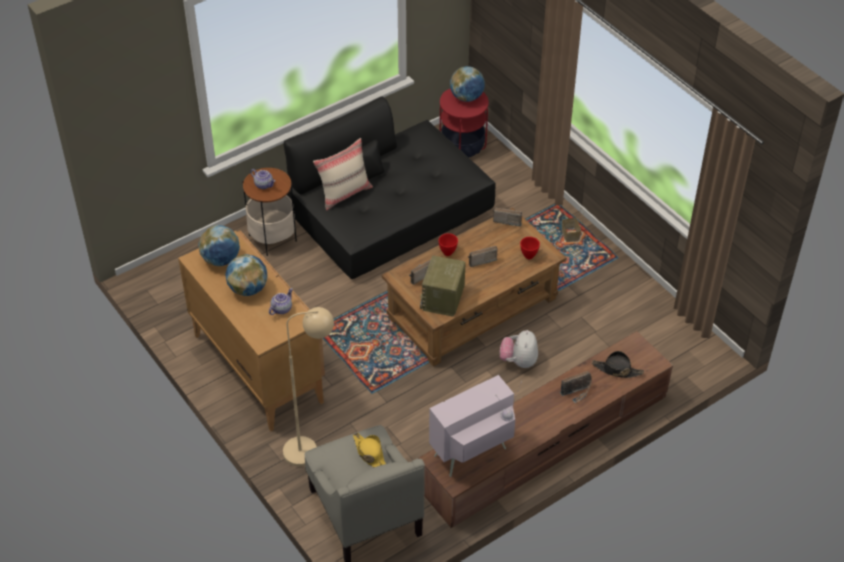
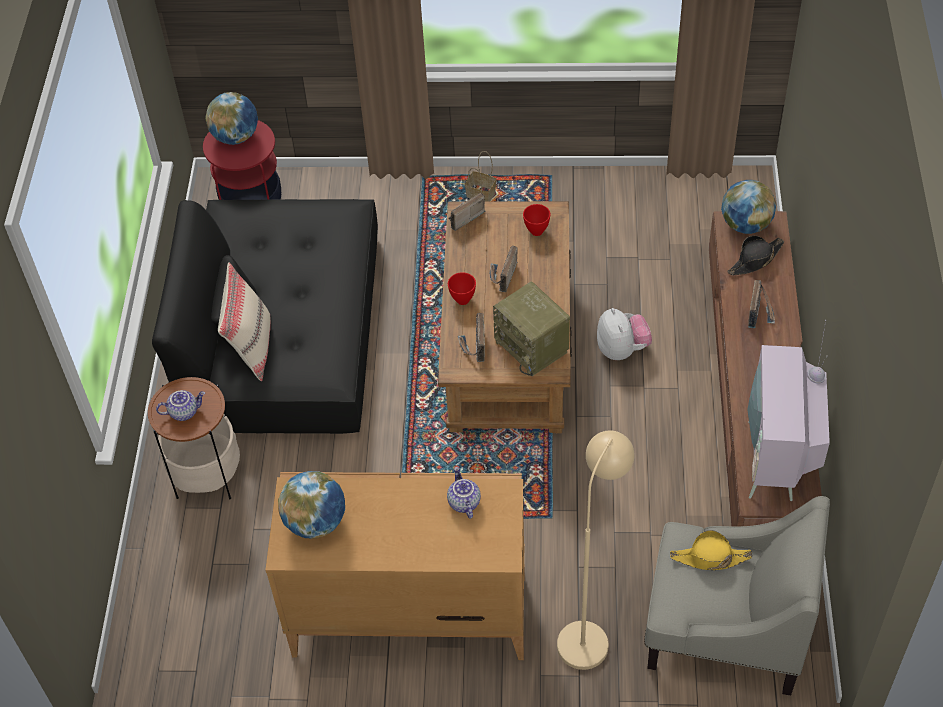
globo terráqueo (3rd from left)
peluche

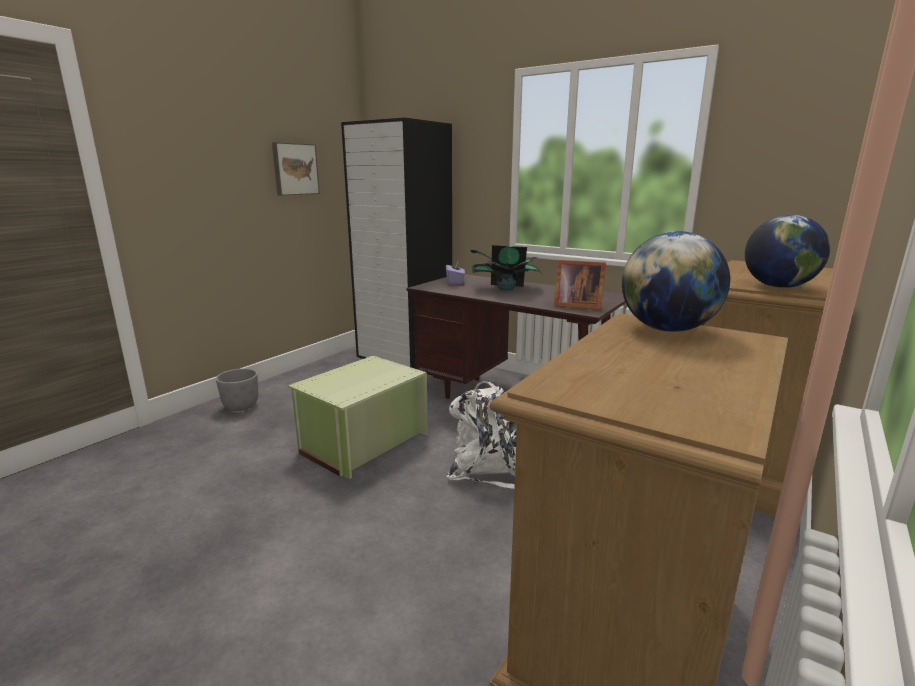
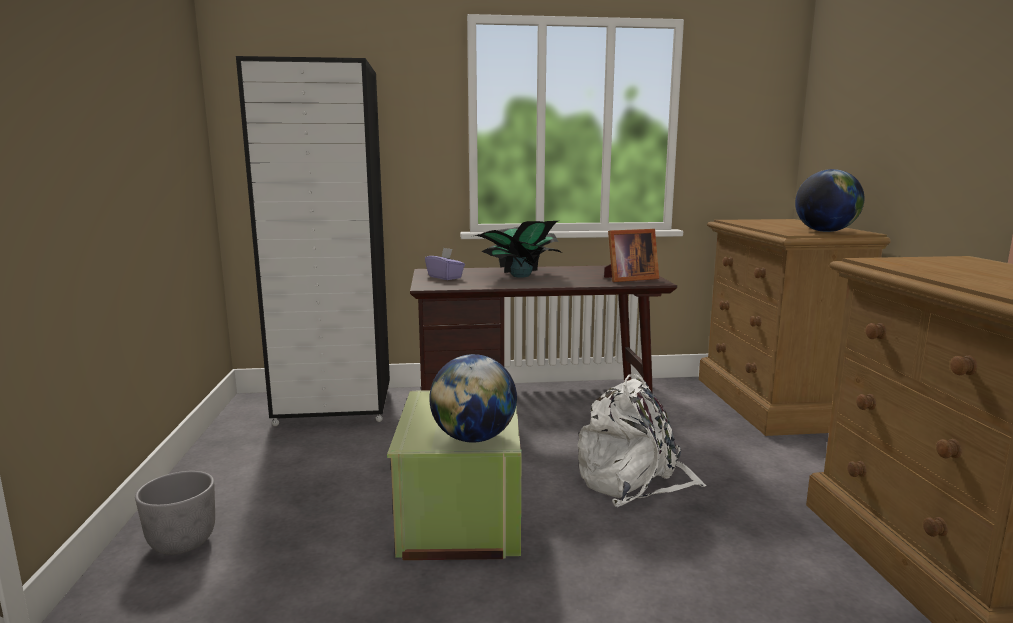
cuadro
globo terráqueo (1st from left)

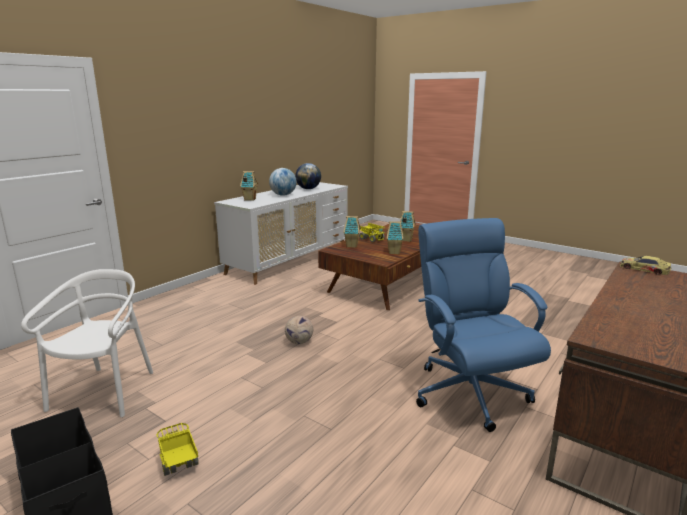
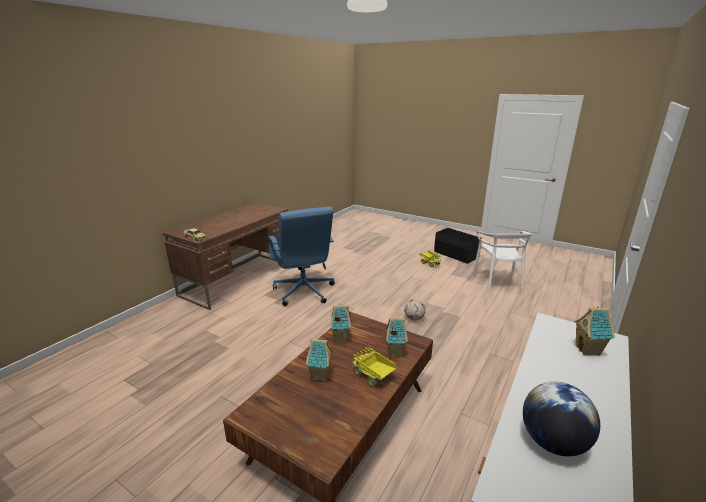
globo terráqueo (1st from left in the first image)

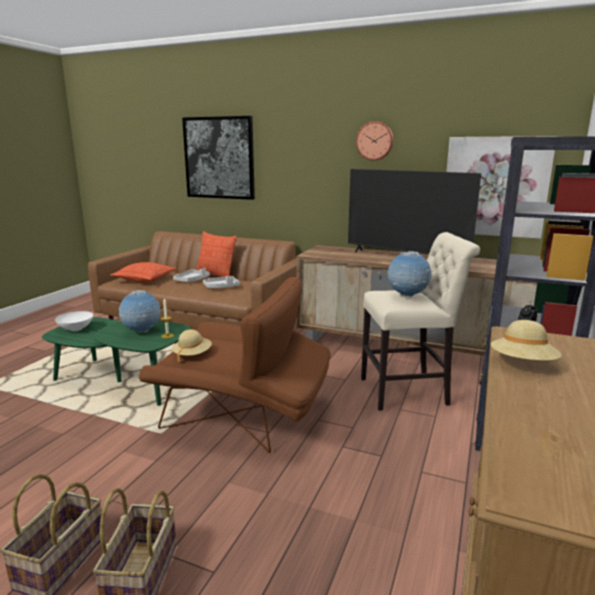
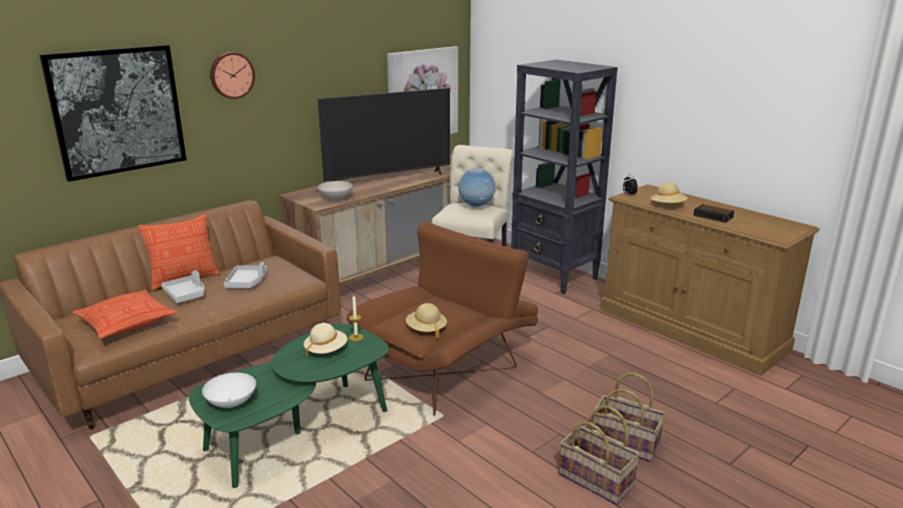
reloj de pared
sombrero/beis (1st from left)
cuenco/blanco (2nd from left)
despertador (2nd from left)

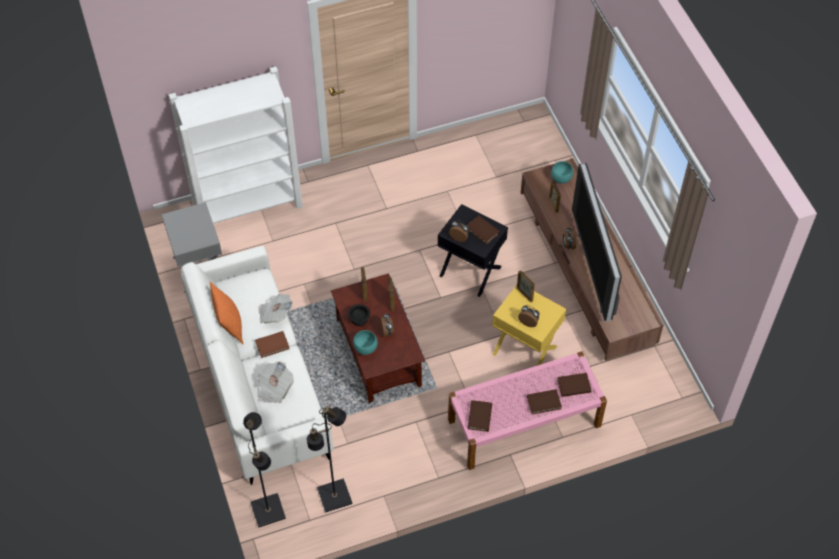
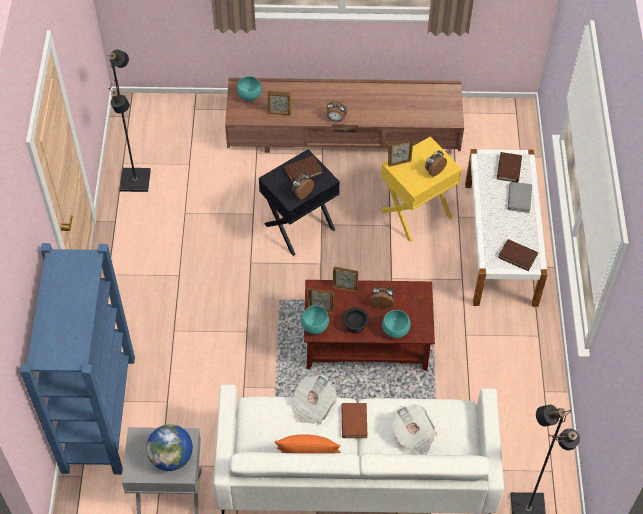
estantería/azul
televisor
banco/blanco
libro/gris
lámpara de pie/negro (1st from left)
cuenco/turquesa (2nd from left)
globo terráqueo

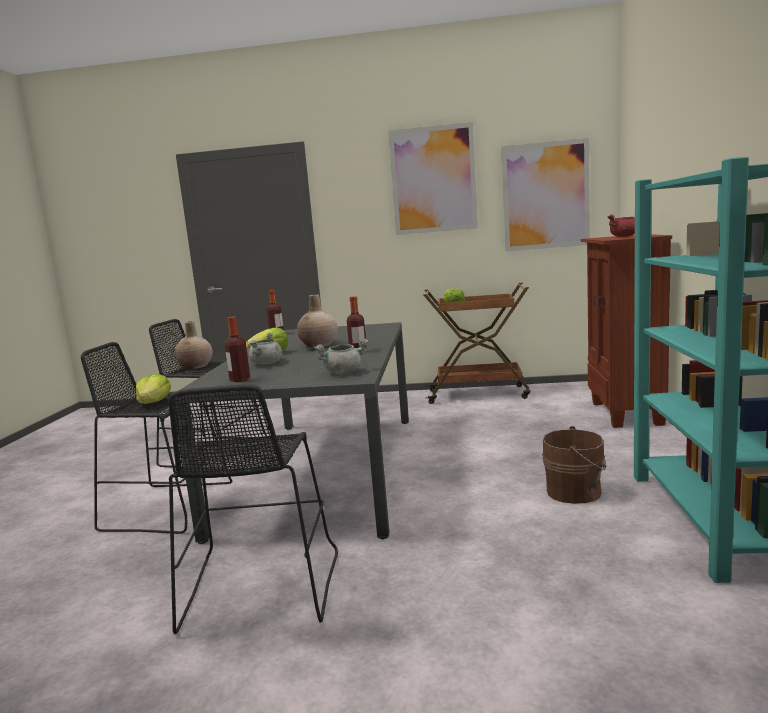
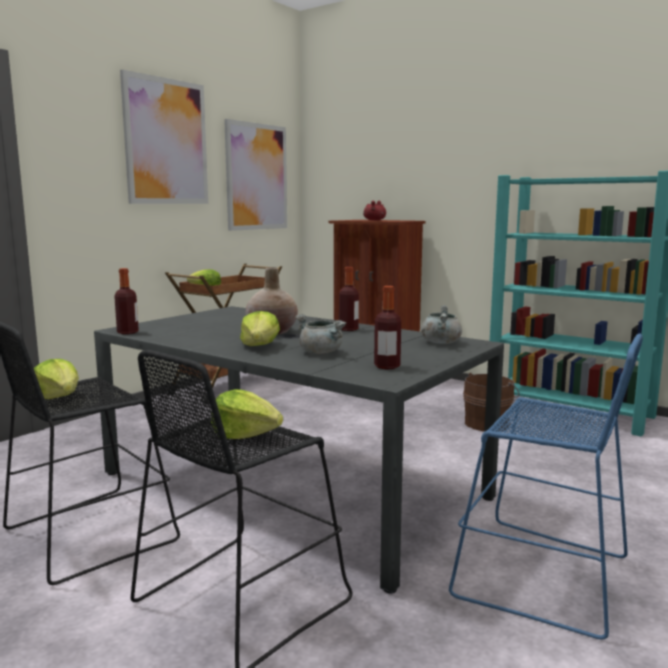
lechuga (1st from left)
taburete/azul

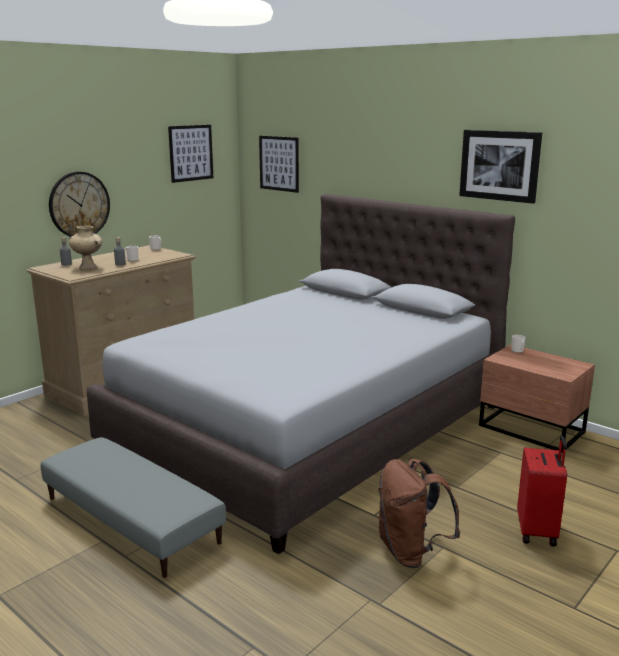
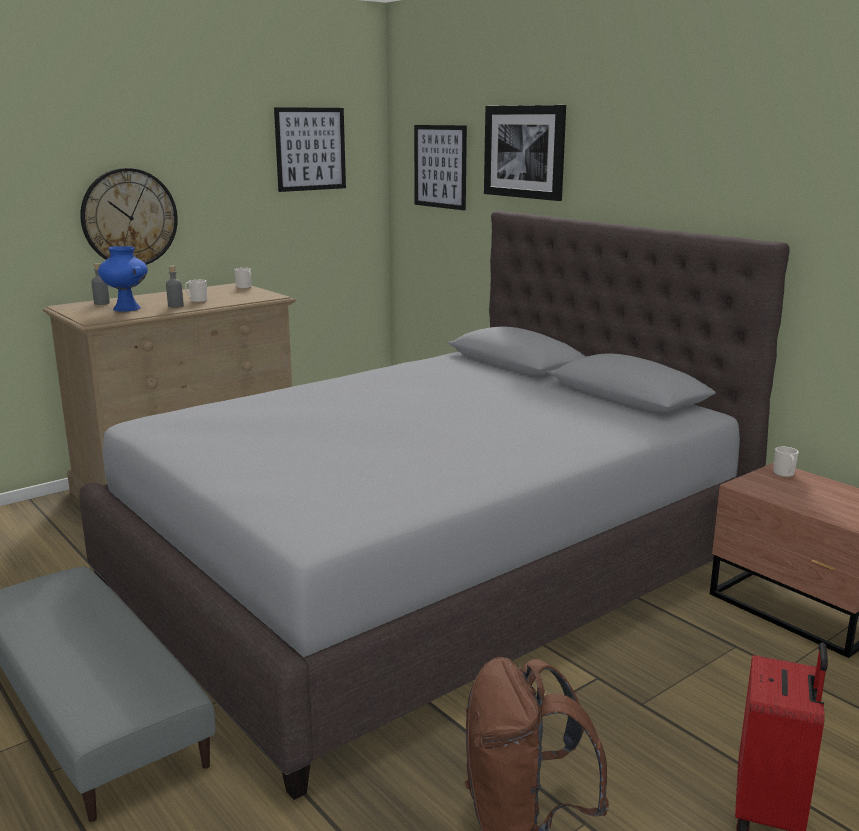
cuadro (3rd from left)
florero/azul

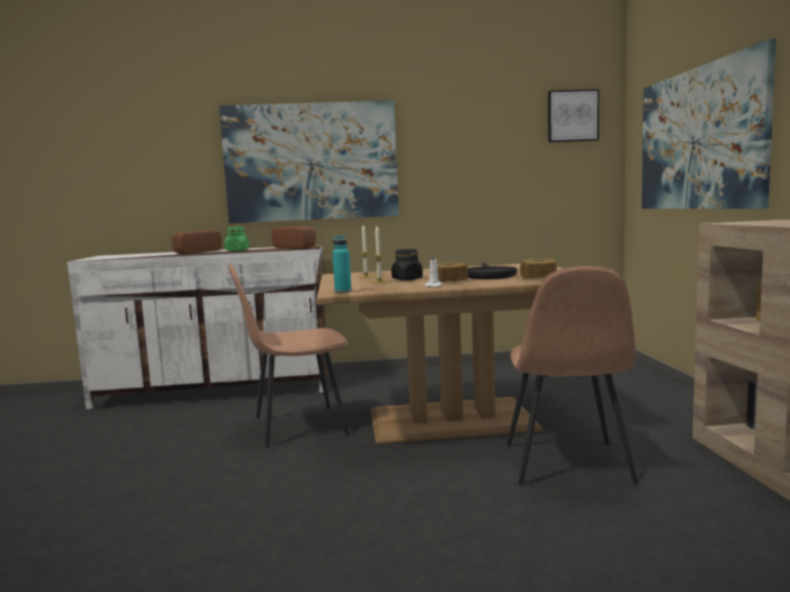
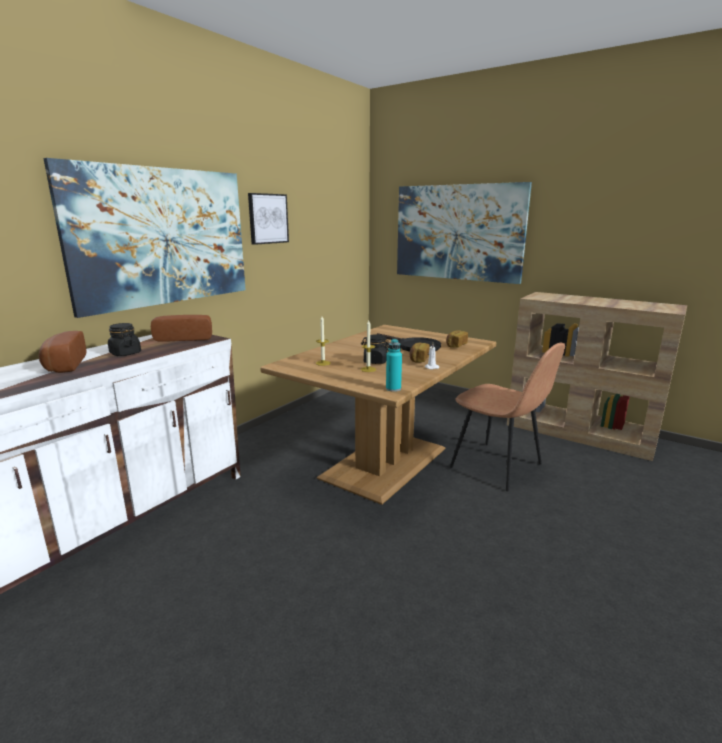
cuadro (2nd from left)
tarro/negro (1st from left)
silla/marrón (1st from left in the first image)

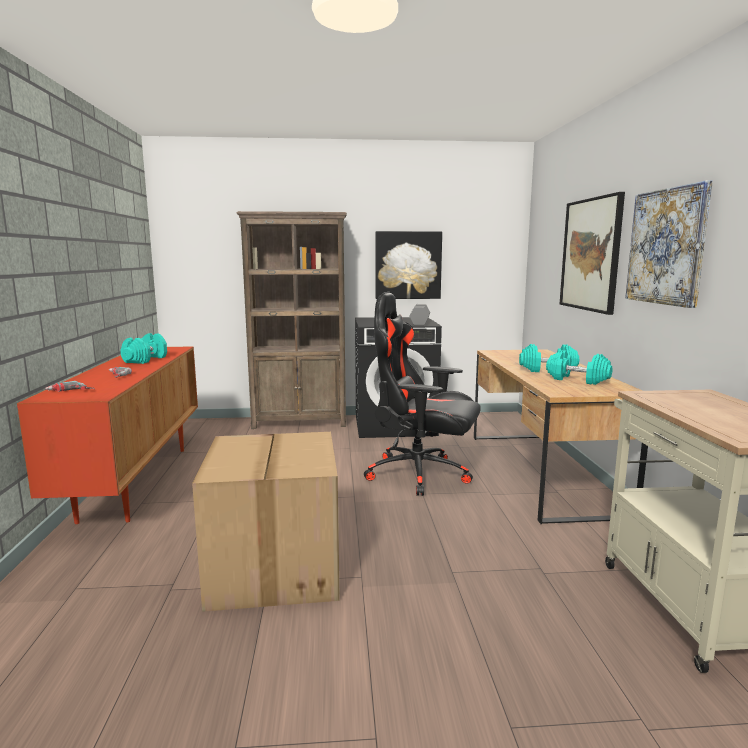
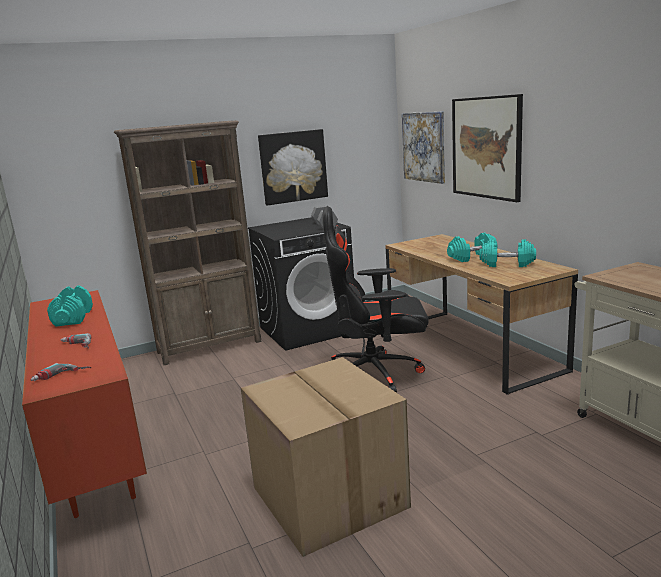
cuadro (2nd from left)

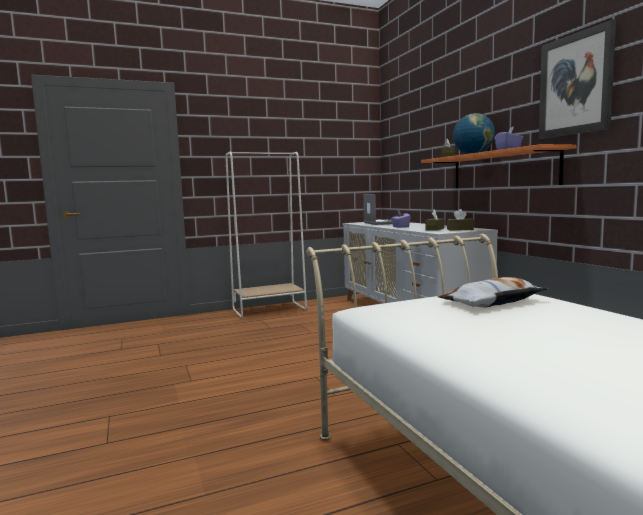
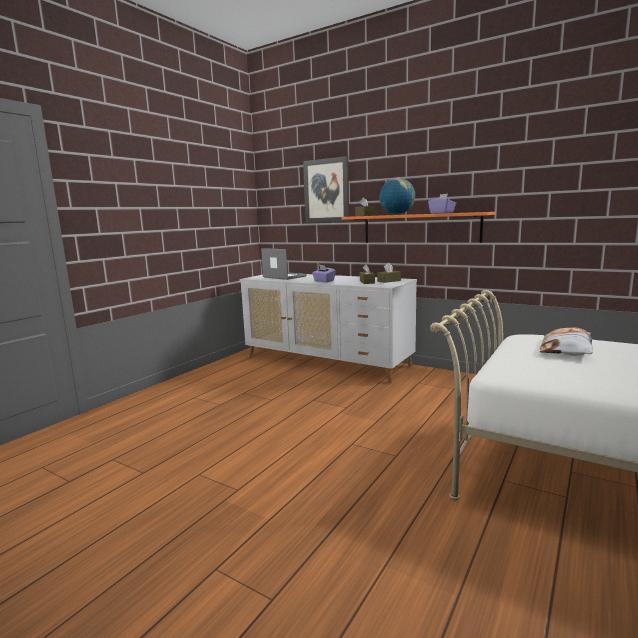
cuadro
perchero

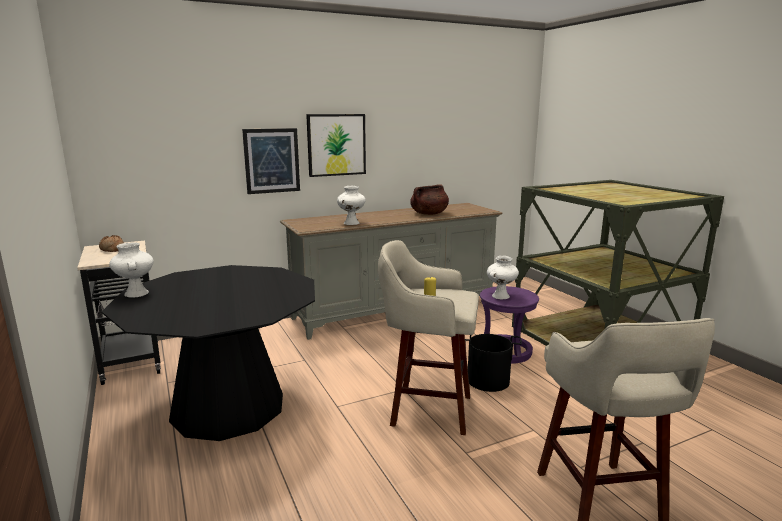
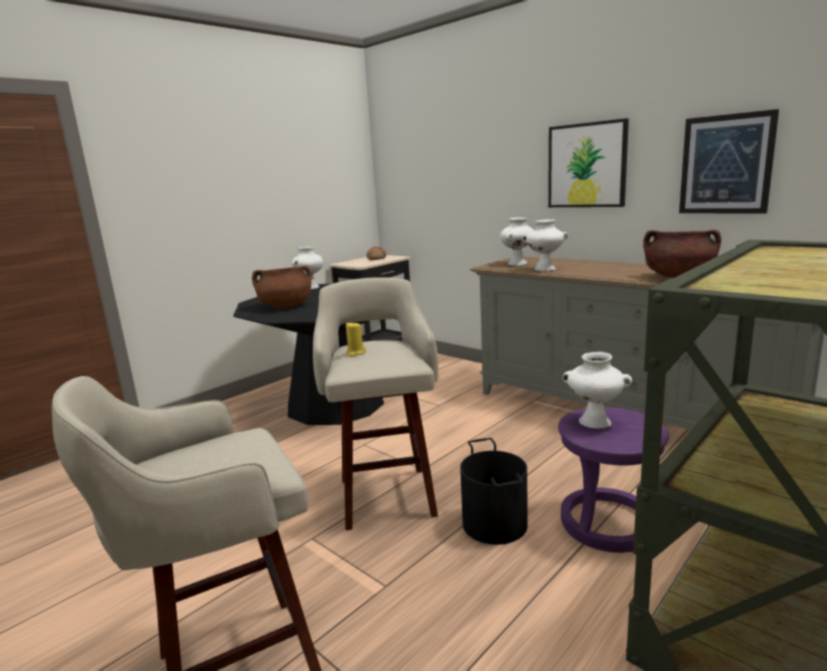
cuadro (2nd from left)
florero/blanco (2nd from left)
olla/marrón (1st from left)

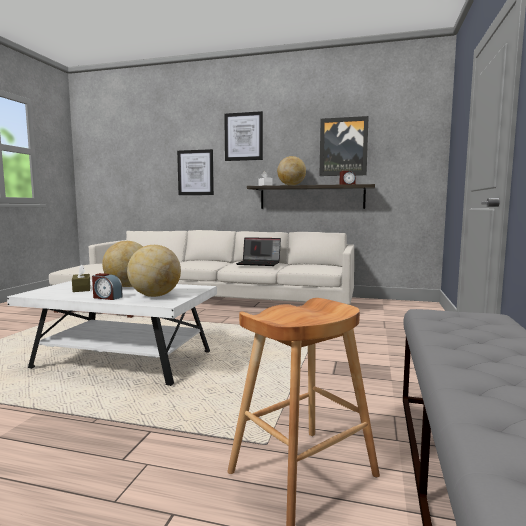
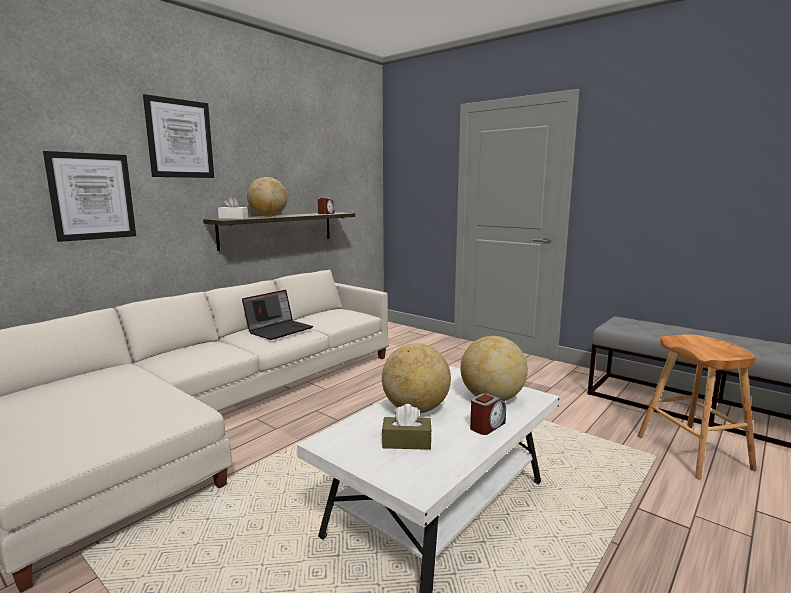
cuadro (3rd from left in the first image)

